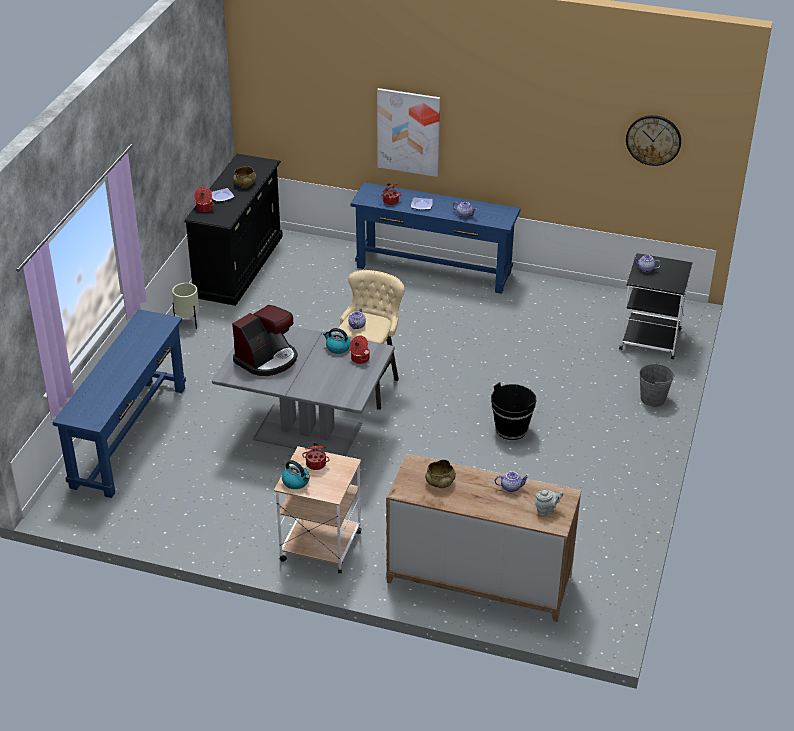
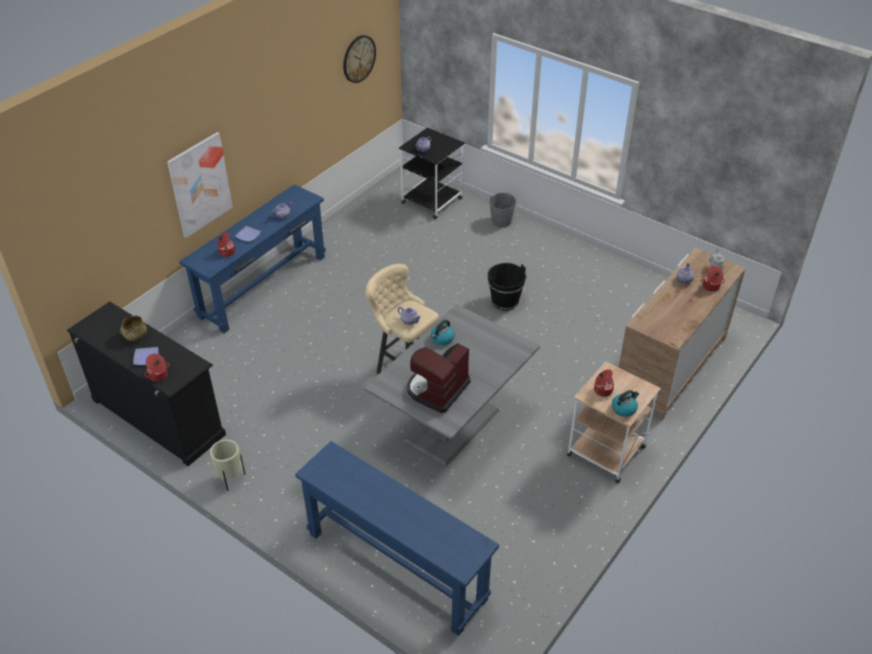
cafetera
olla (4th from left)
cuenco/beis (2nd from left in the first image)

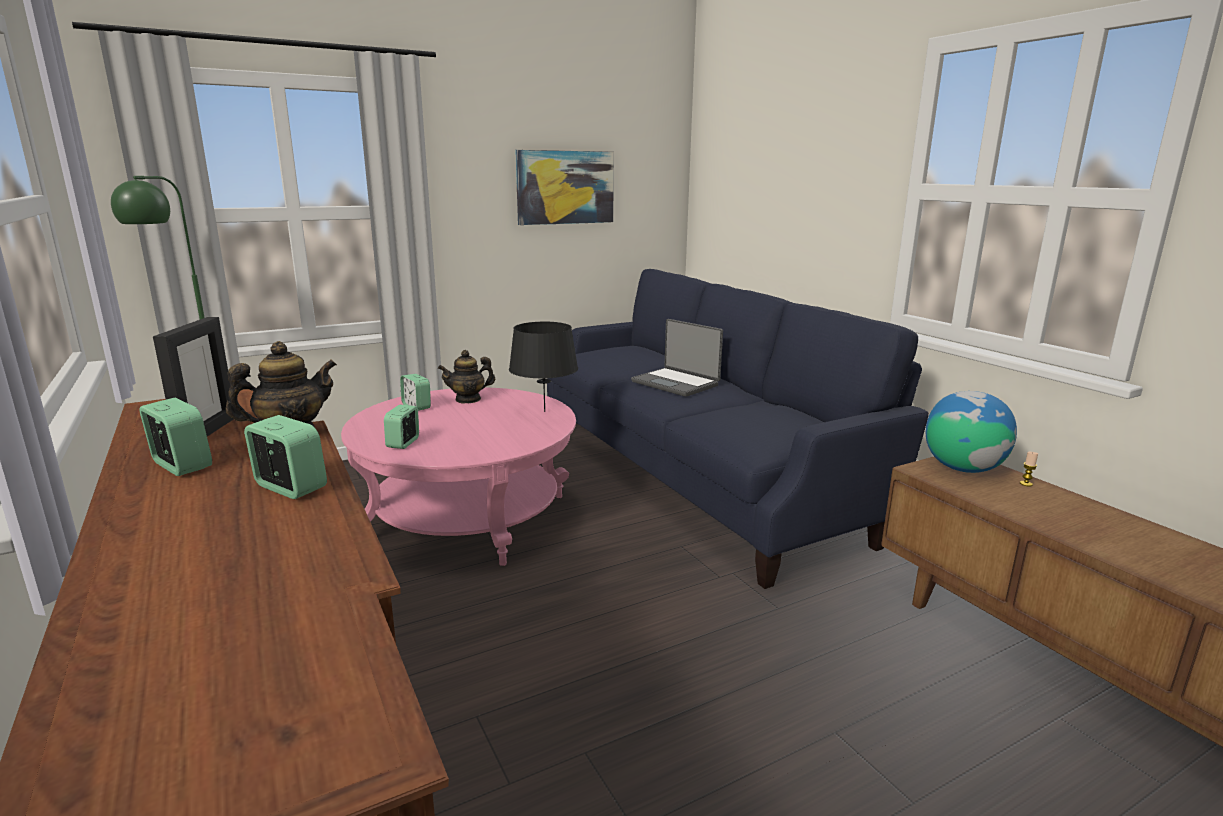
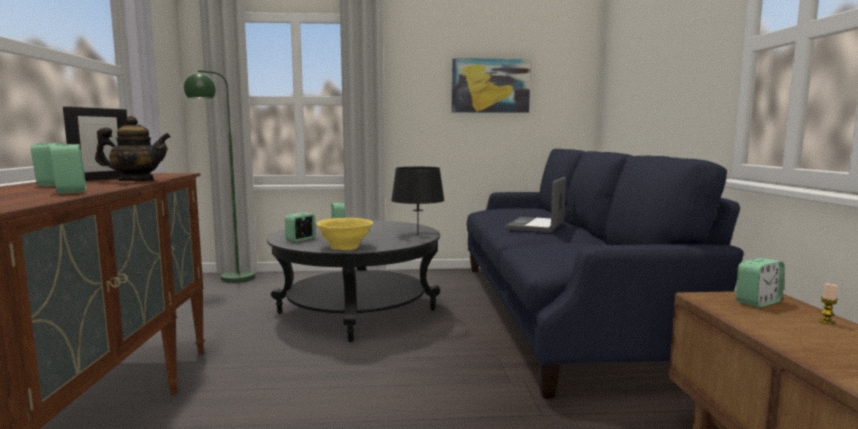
portátil
tetera (2nd from left in the first image)
mesa de centro/negro
despertador (5th from left)
cuenco/amarillo

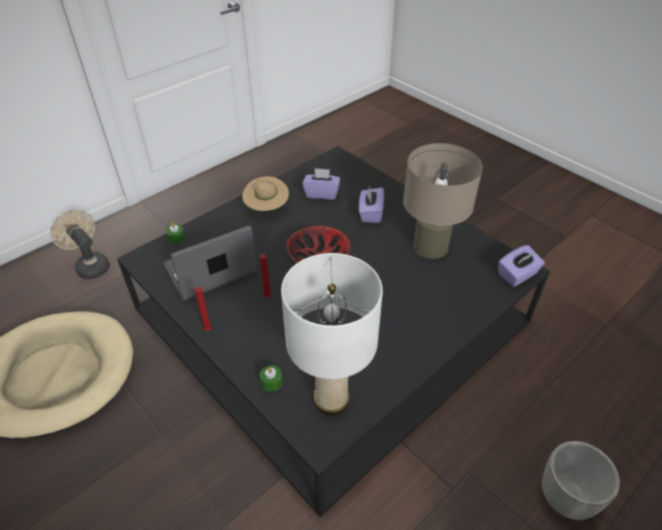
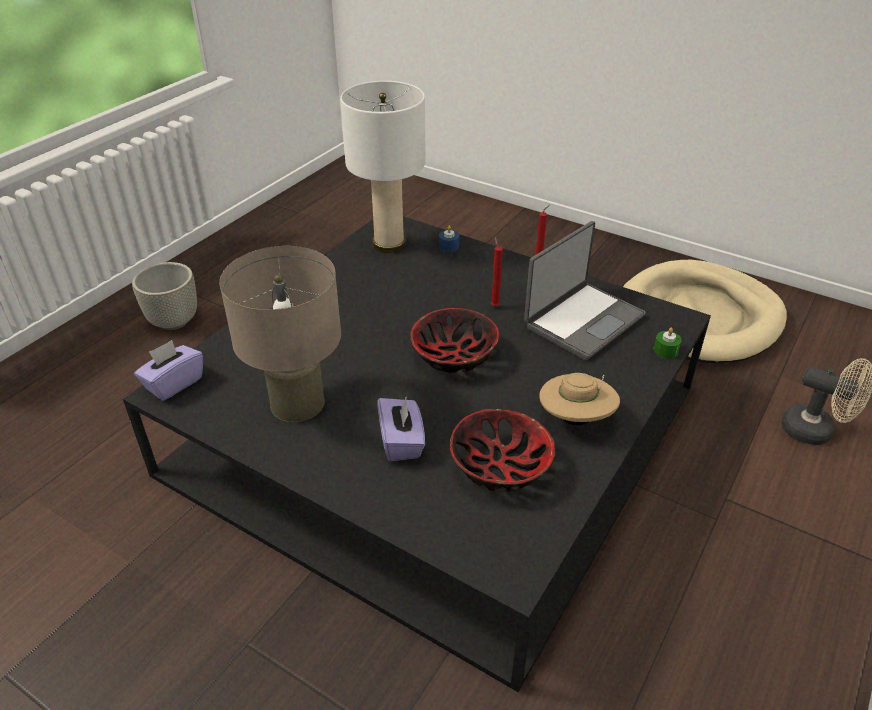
cuenco (2nd from left)
vela/azul

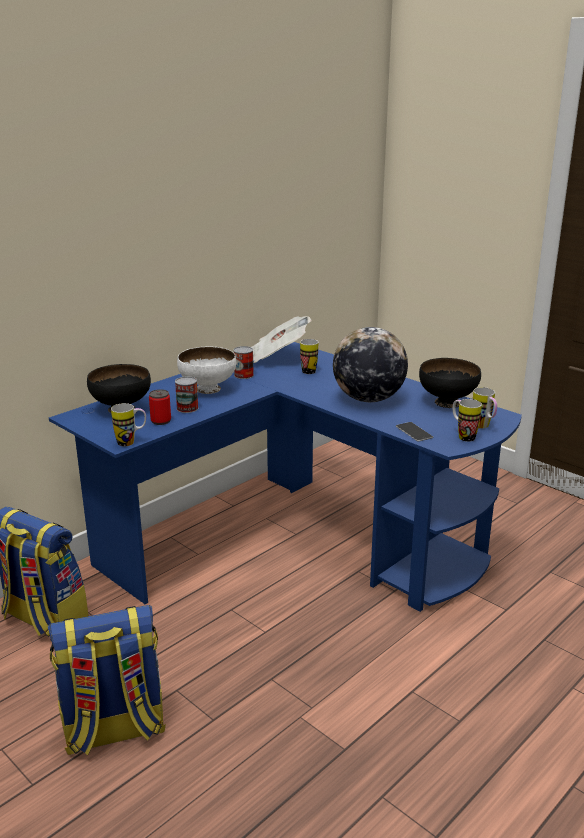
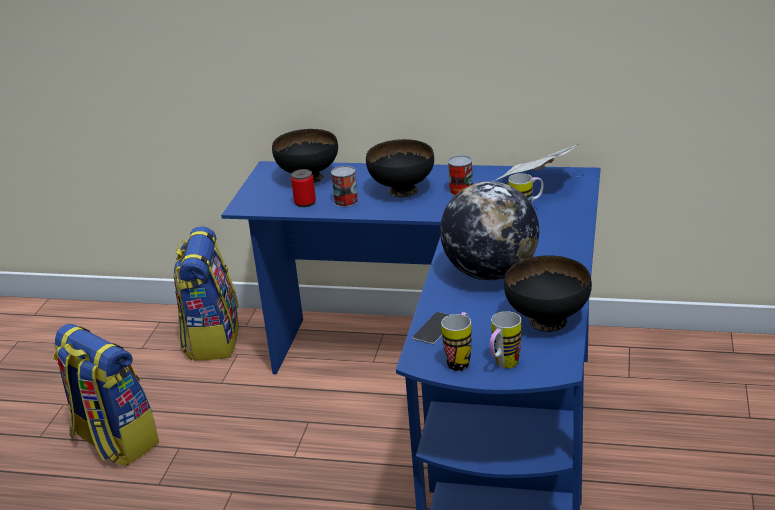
cuenco/negro (2nd from left)
taza grande (1st from left in the first image)

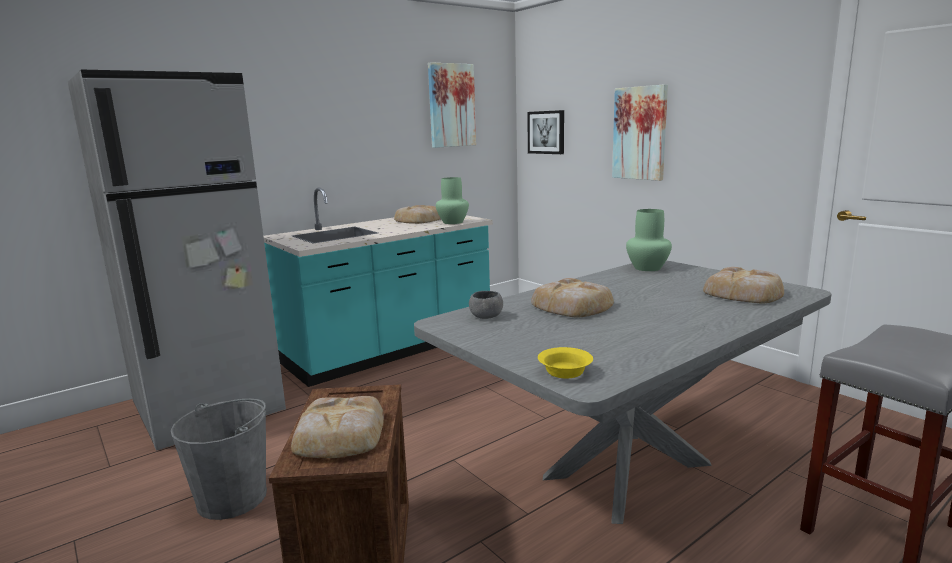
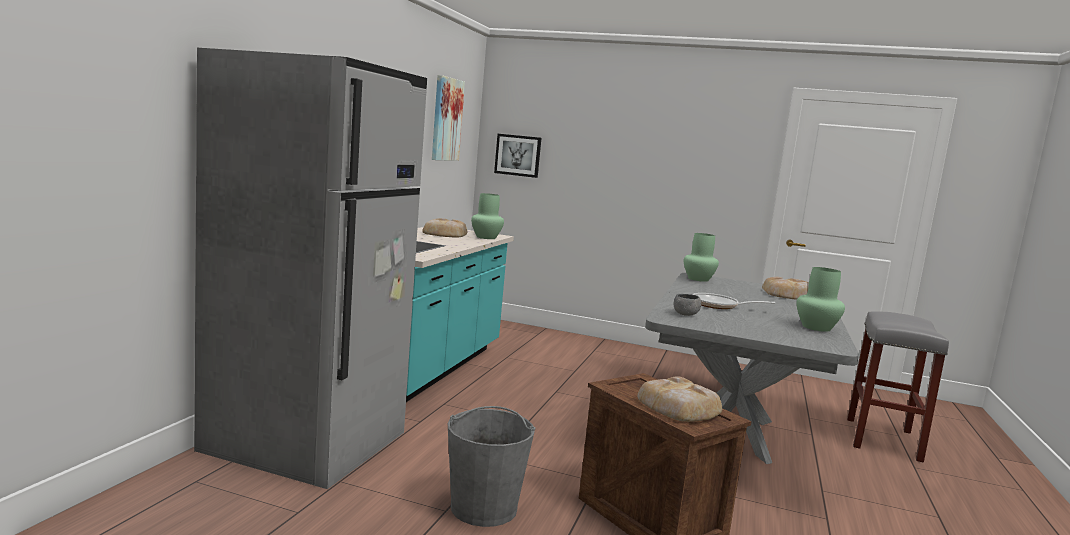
cuadro (3rd from left in the first image)
sartén
cuenco/amarillo
florero/verde (3rd from left)

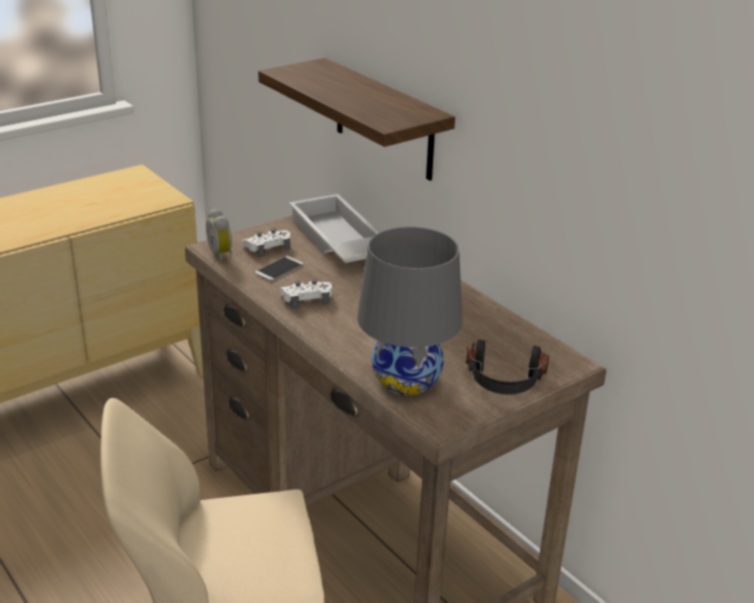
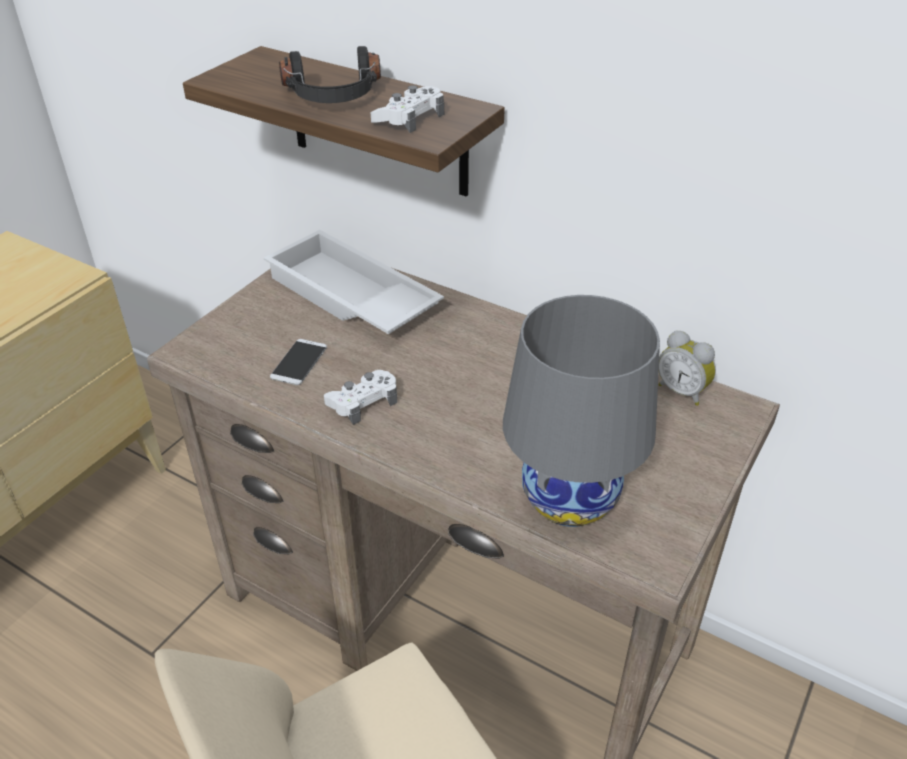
despertador
mando de consola/blanco (2nd from left)
auriculares/negro

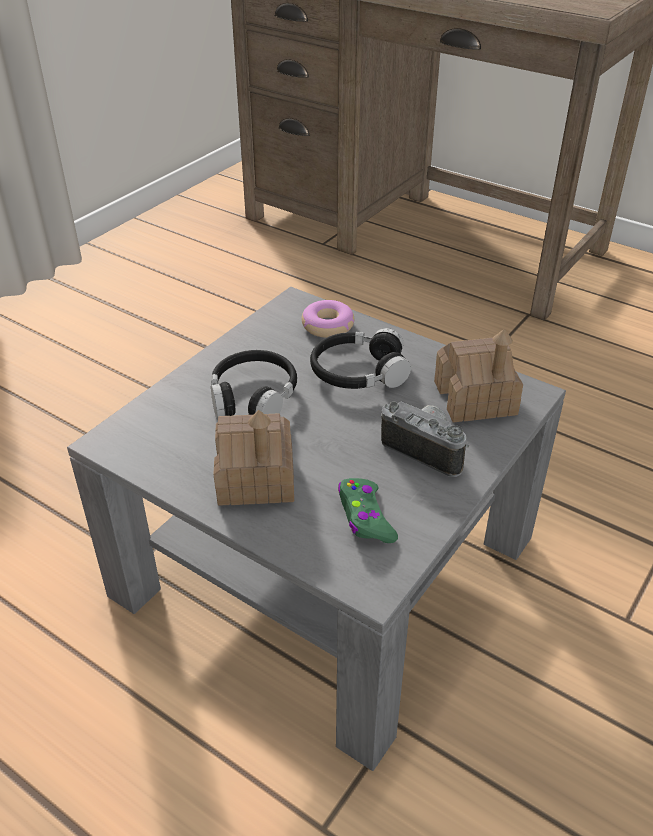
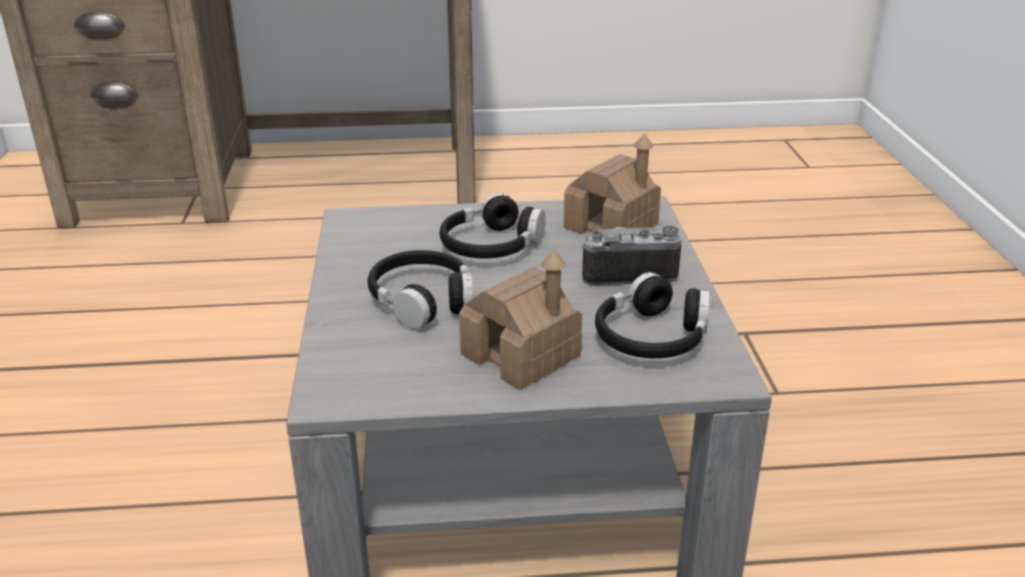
rosquilla
auriculares/negro (3rd from left)

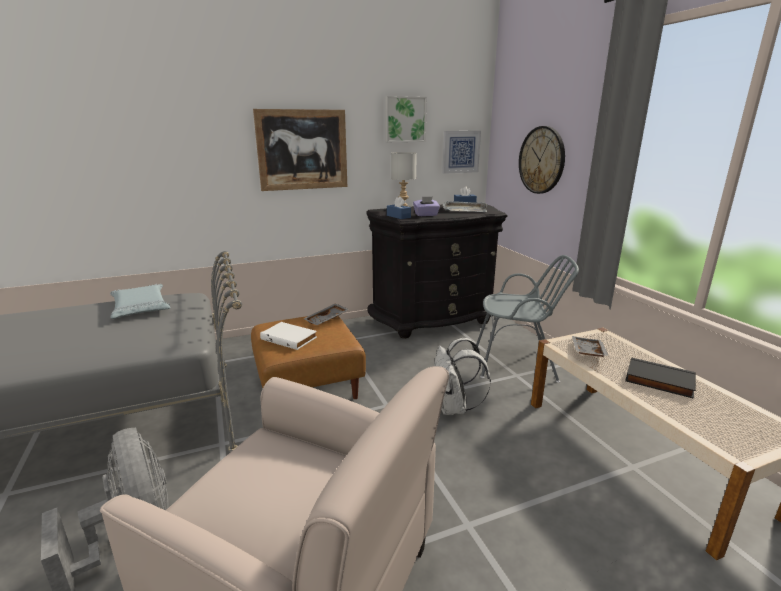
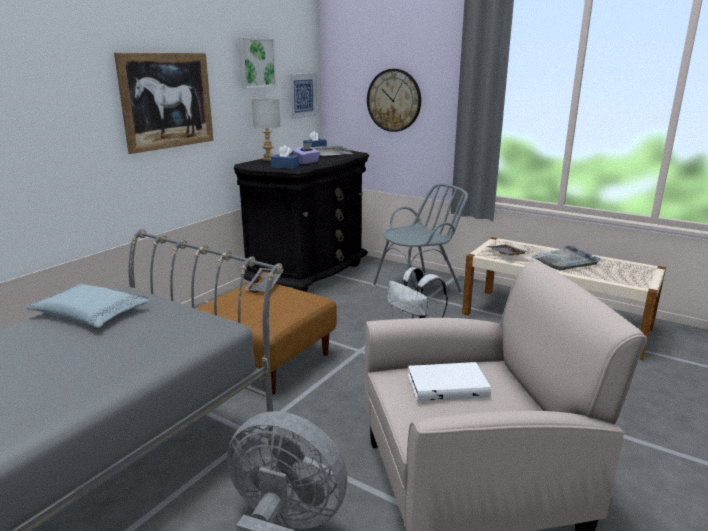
libro/blanco
bandeja/gris (4th from left)

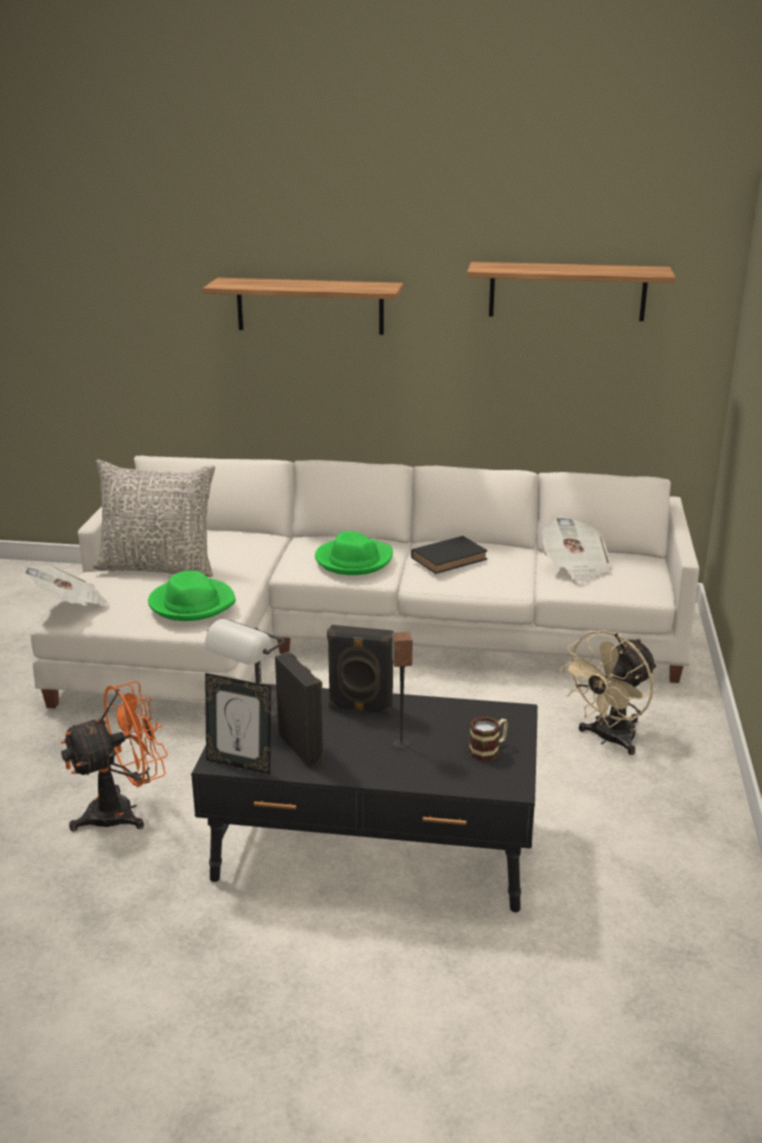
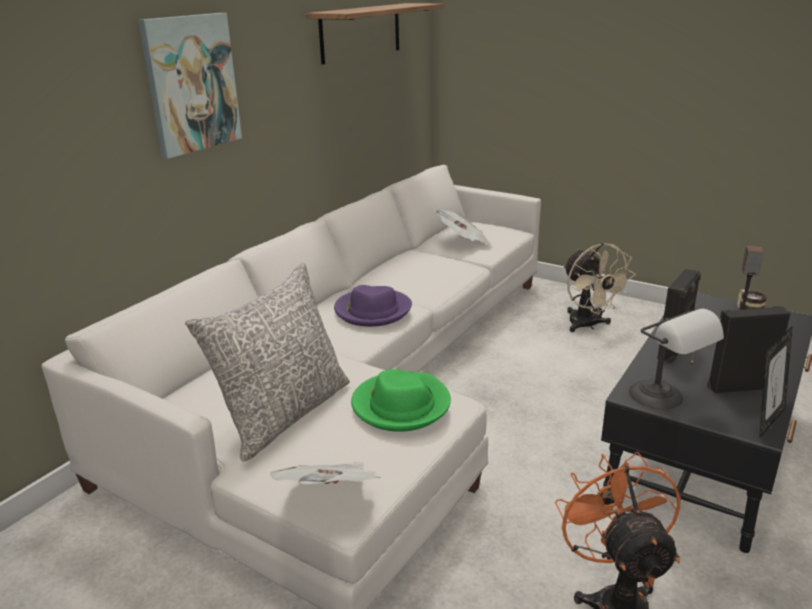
cuadro
sombrero/morado
libro/negro

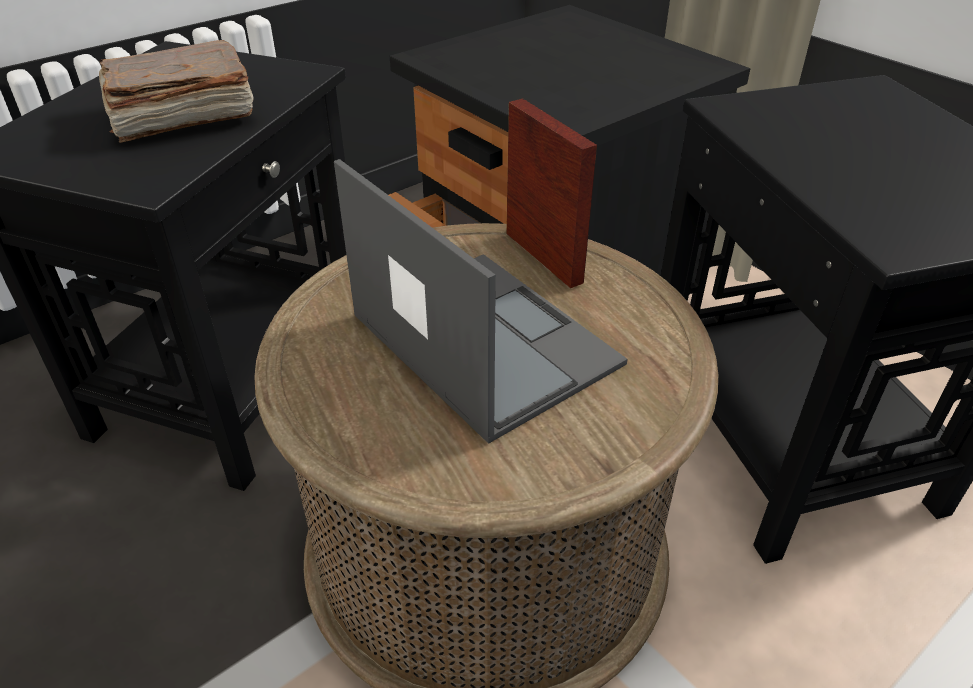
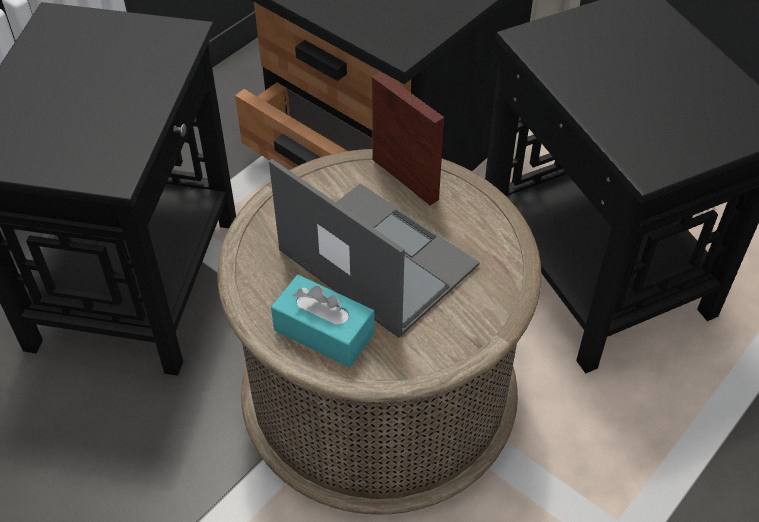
libro/marrón
caja de pañuelos/turquesa

